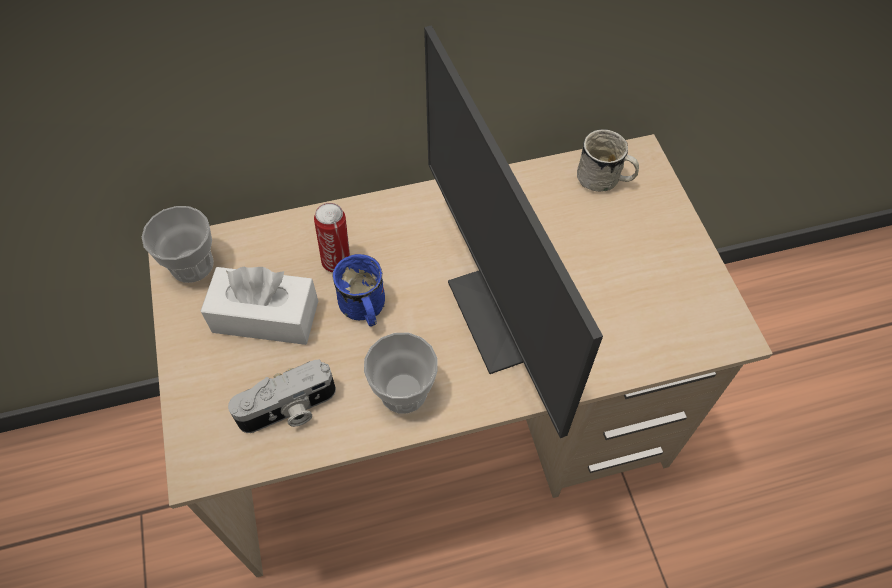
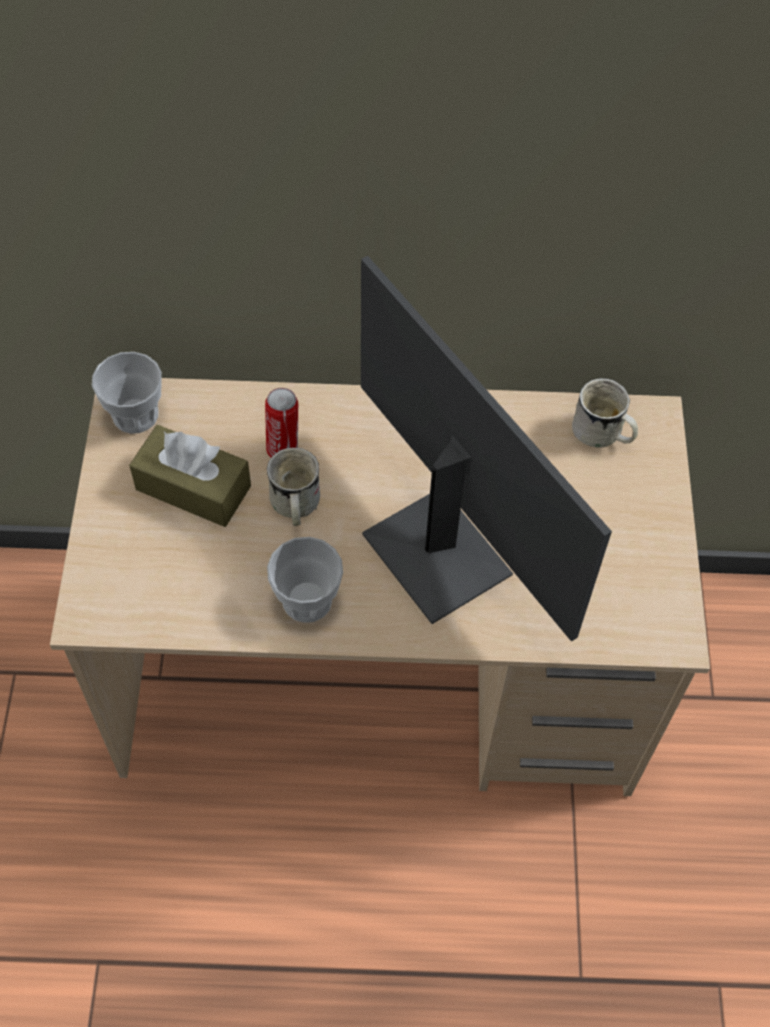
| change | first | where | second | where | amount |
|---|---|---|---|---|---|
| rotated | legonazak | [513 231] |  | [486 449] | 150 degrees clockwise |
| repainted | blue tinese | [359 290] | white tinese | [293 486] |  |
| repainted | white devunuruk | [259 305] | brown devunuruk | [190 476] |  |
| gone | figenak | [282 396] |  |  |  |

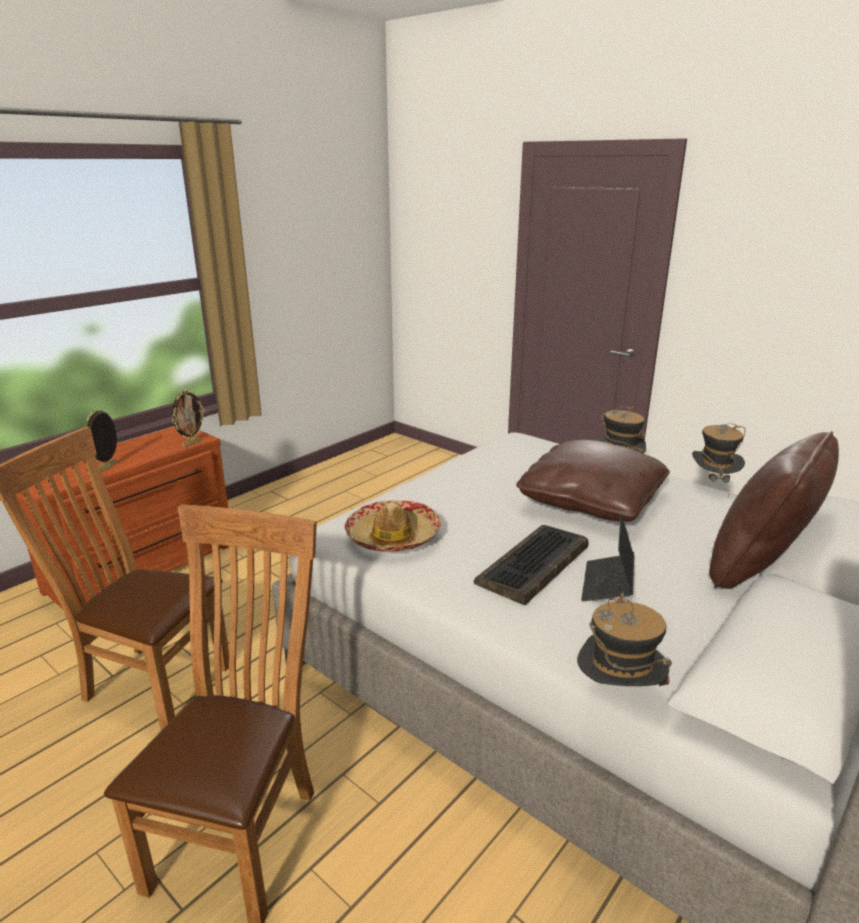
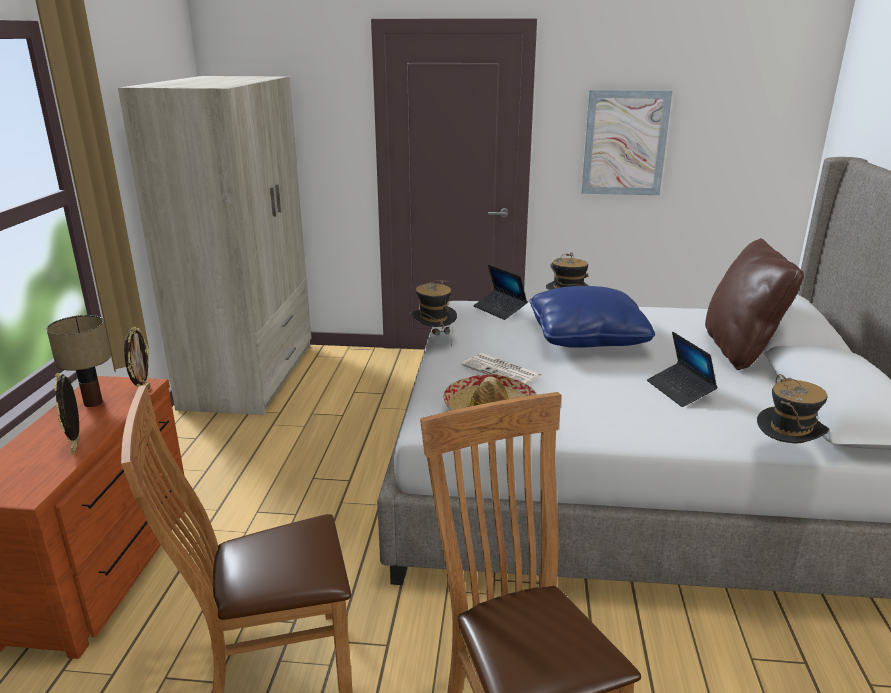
| change | first | where | second | where | amount |
|---|---|---|---|---|---|
| shifted | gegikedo | [719 460] |  | [433 313] |  |
| repainted | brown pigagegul | [593 481] | blue pigagegul | [592 317] |  |
| gone | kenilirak | [531 565] |  |  |  |
| new |  |  | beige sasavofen | [215 245] |  |
| new |  |  | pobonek | [626 142] |  |
| new |  |  | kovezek | [500 292] |  |
| new |  |  | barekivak | [78 361] |  |
| new |  |  | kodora | [502 369] |  |

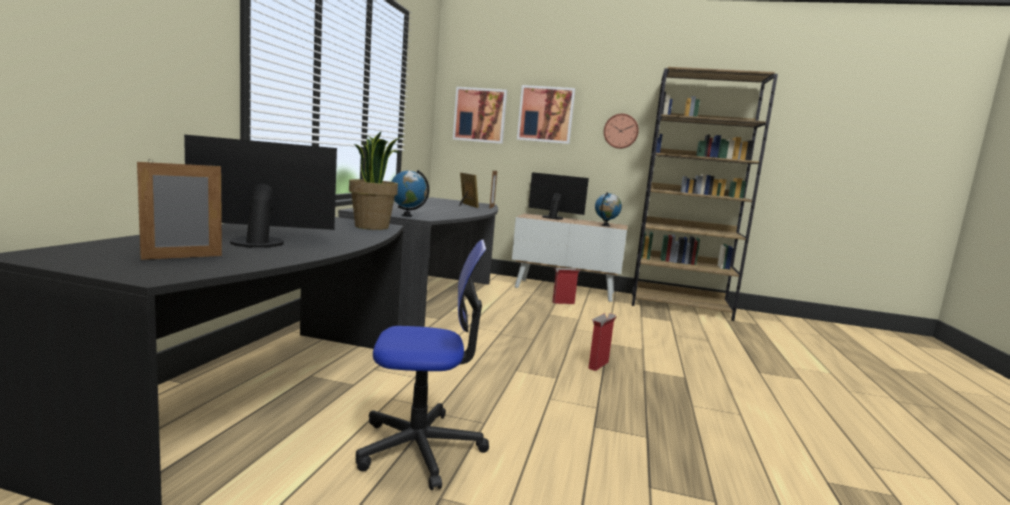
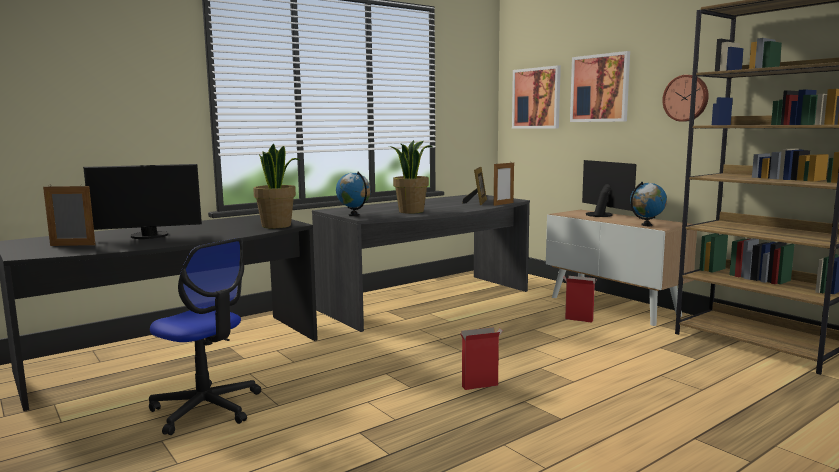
| change | first | where | second | where | amount |
|---|---|---|---|---|---|
| rotated | legonazak | [260 191] |  | [142 201] | 135 degrees clockwise |
| new |  |  | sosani | [410 177] |  |

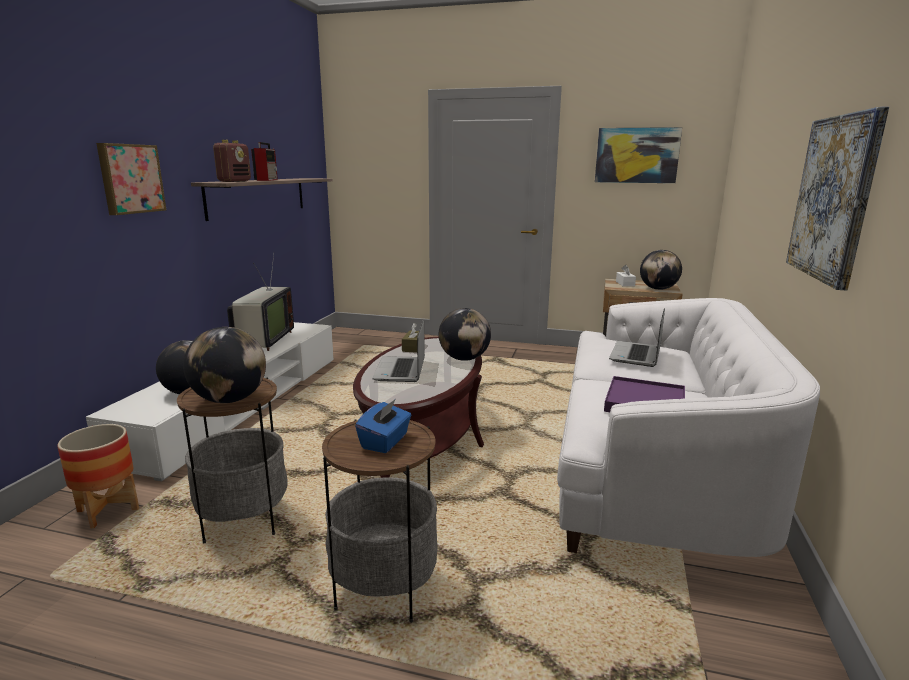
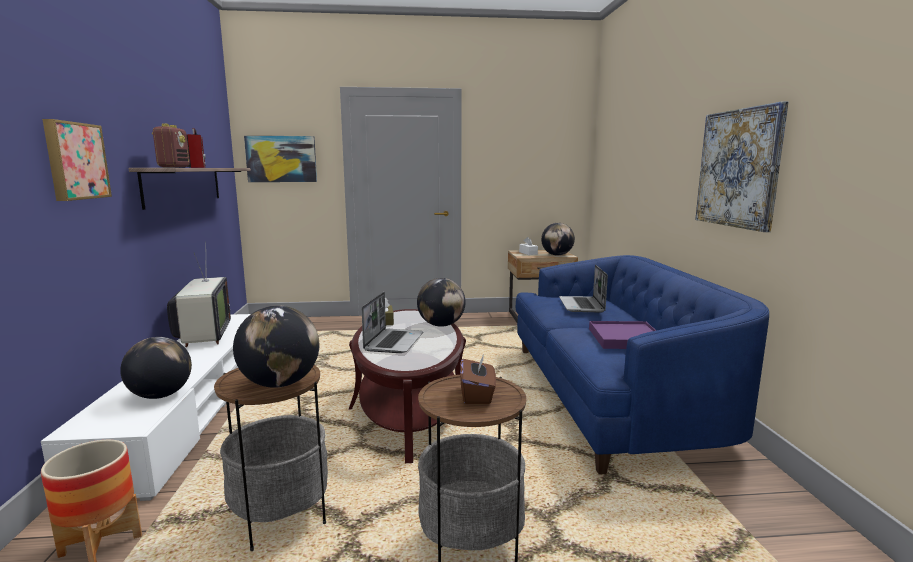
| change | first | where | second | where | amount |
|---|---|---|---|---|---|
| shifted | pobonek | [638 155] |  | [280 159] |  |
| repainted | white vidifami | [688 427] | blue vidifami | [642 365] |  |
| rotated | kovezek | [398 350] |  | [392 322] | 150 degrees counterclockwise |
| repainted | blue devunuruk | [383 426] | brown devunuruk | [478 379] |  |

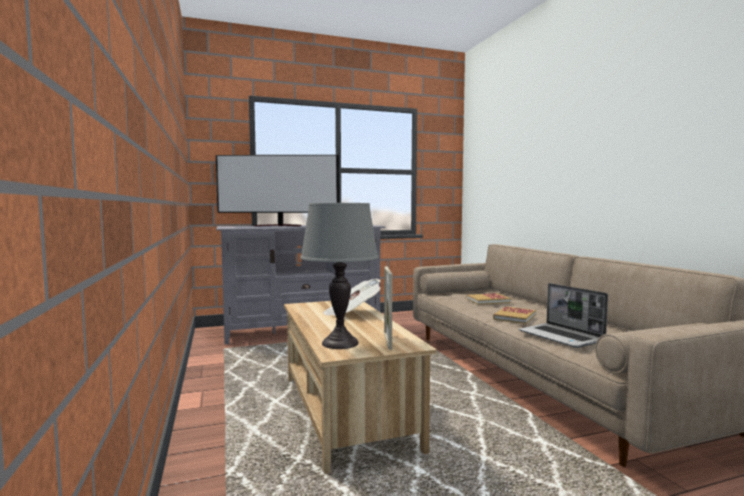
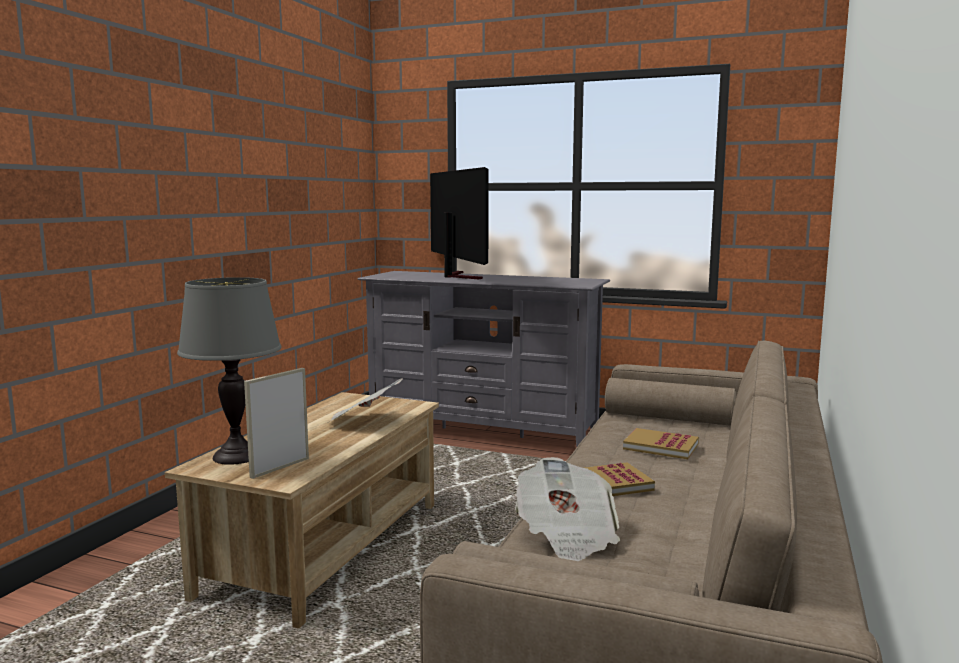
| change | first | where | second | where | amount |
|---|---|---|---|---|---|
| rotated | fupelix | [277 190] |  | [459 223] | 150 degrees counterclockwise |
| swapped | kovezek | [563 315] | kodora | [567 509] |  |

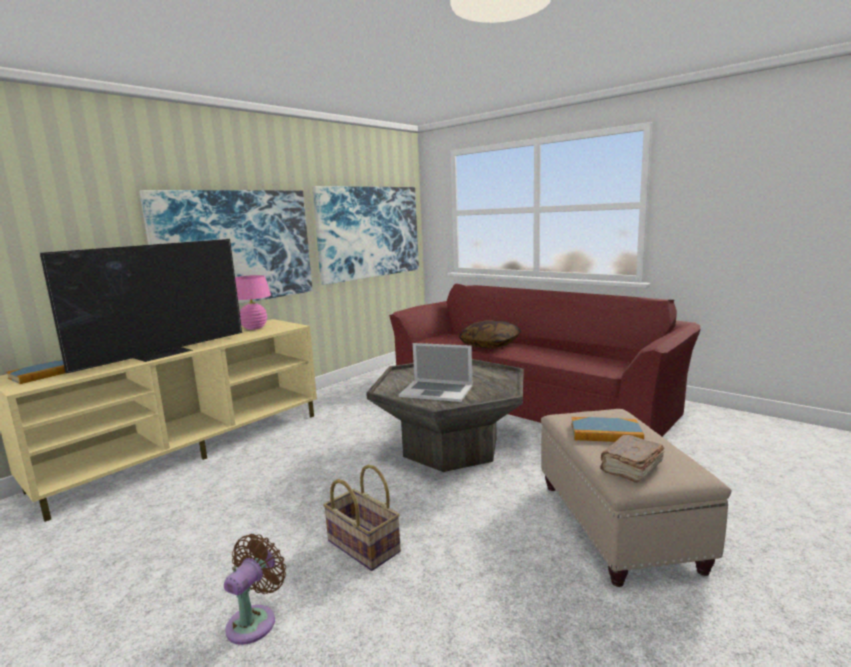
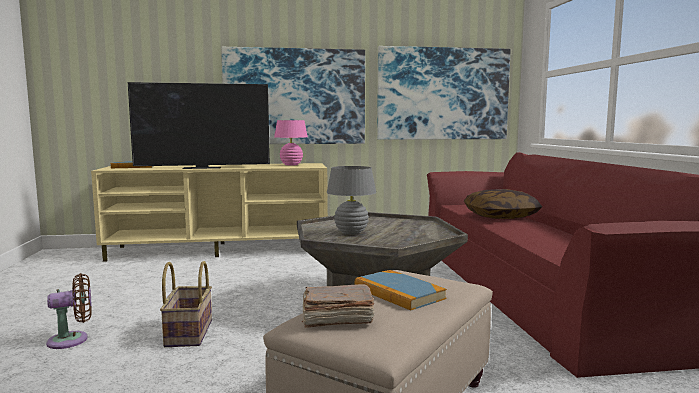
| change | first | where | second | where | amount |
|---|---|---|---|---|---|
| swapped | kovezek | [436 372] | grey barekivak | [351 200] |  |

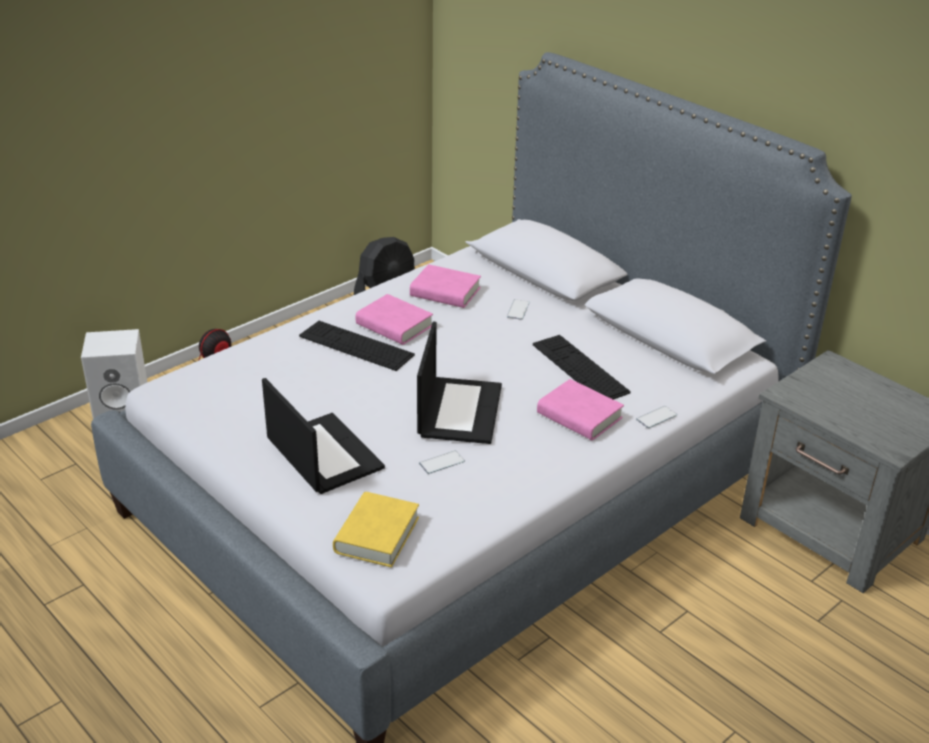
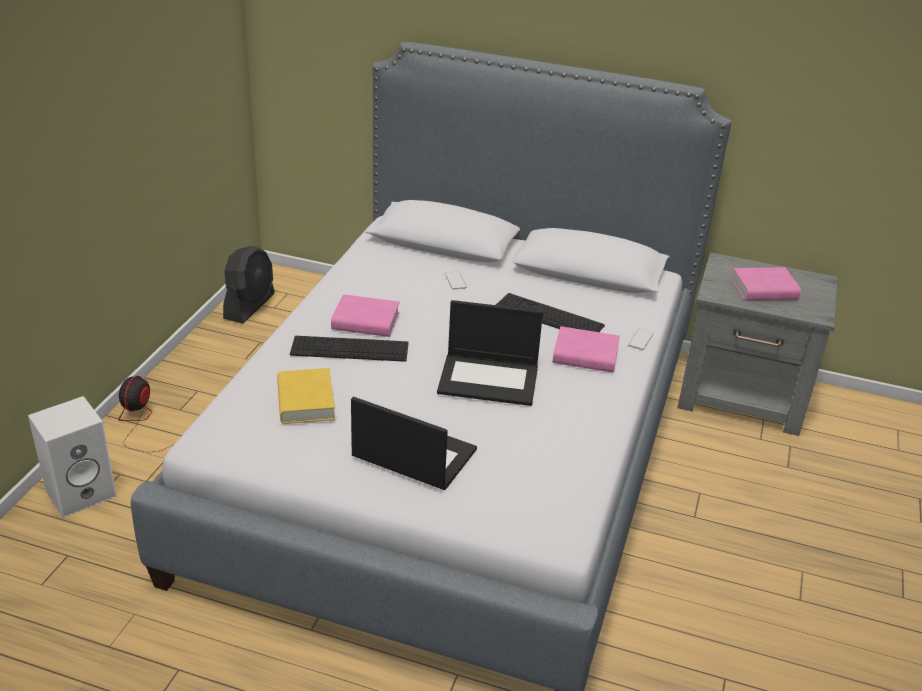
| change | first | where | second | where | amount |
|---|---|---|---|---|---|
| shifted | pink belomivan | [445 286] |  | [766 284] |  |
| rotated | kovezek | [459 383] |  | [490 353] | 120 degrees clockwise |
| gone | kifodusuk | [442 462] |  |  |  |
| shifted | yellow belomivan | [376 529] |  | [306 396] |  |

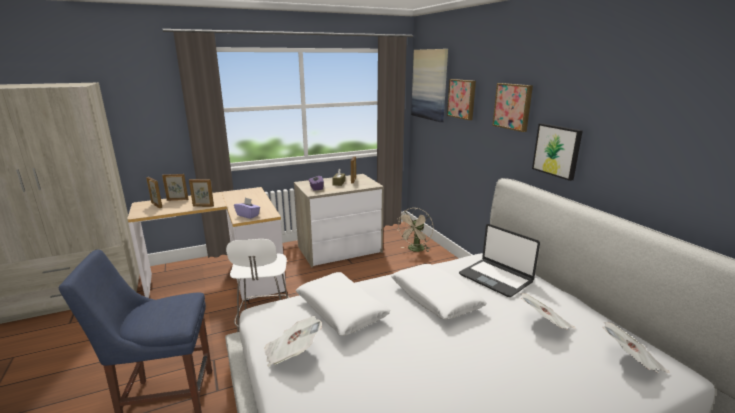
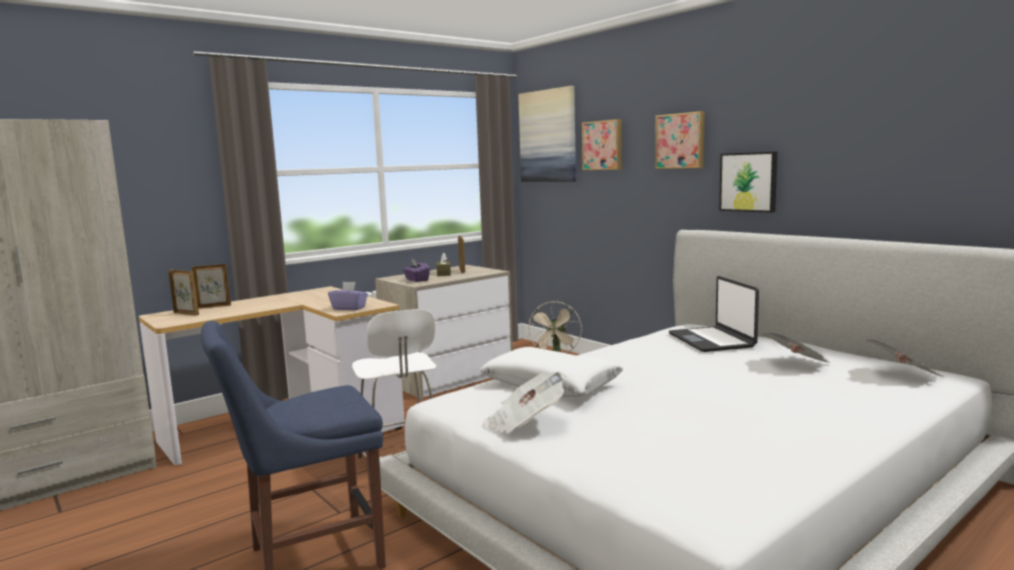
| change | first | where | second | where | amount |
|---|---|---|---|---|---|
| gone | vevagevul | [201 193] |  |  |  |
| rotated | kovezek | [499 260] |  | [714 314] | 45 degrees clockwise |
| gone | white pigagegul | [439 292] |  |  |  |

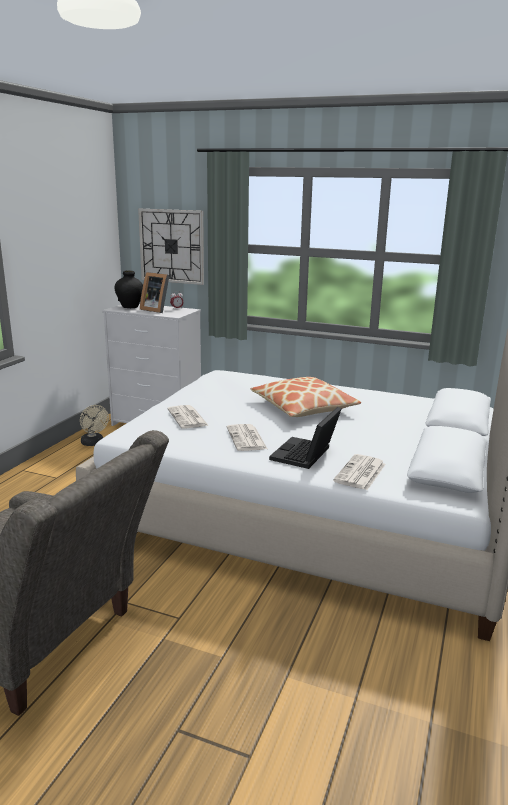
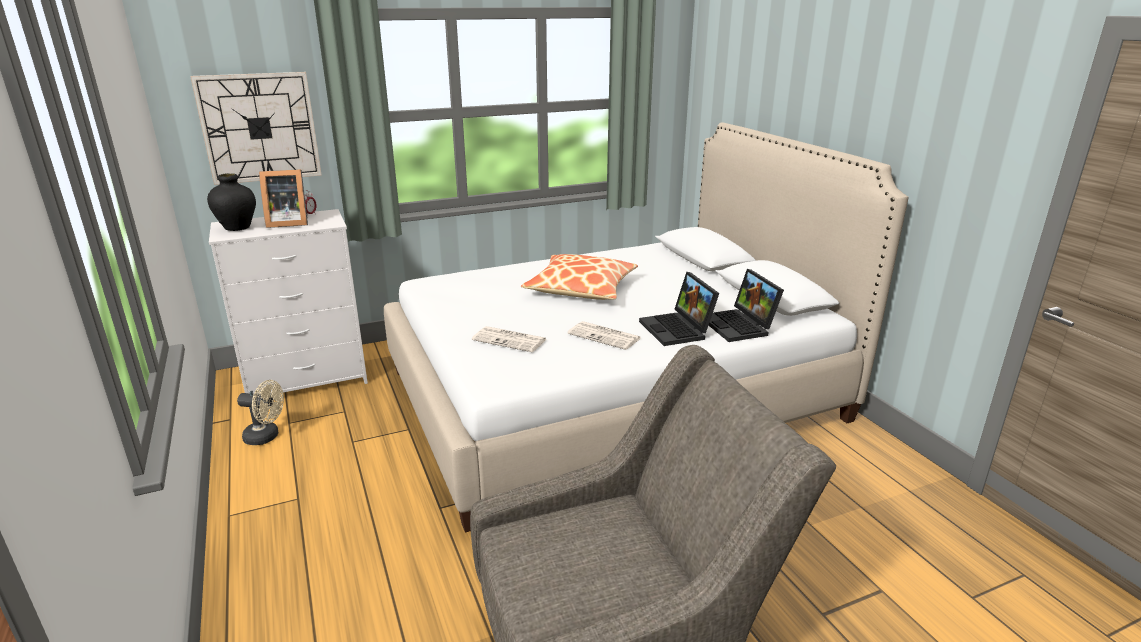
| change | first | where | second | where | amount |
|---|---|---|---|---|---|
| swapped | kodora | [359 472] | kovezek | [746 305] |  |

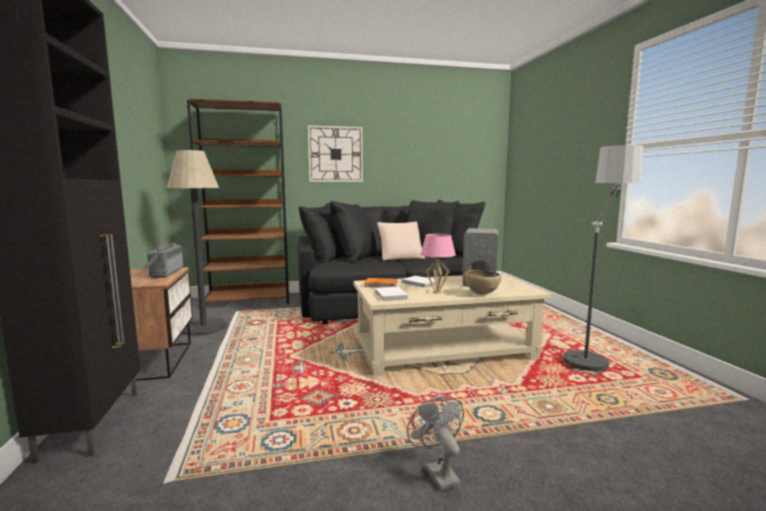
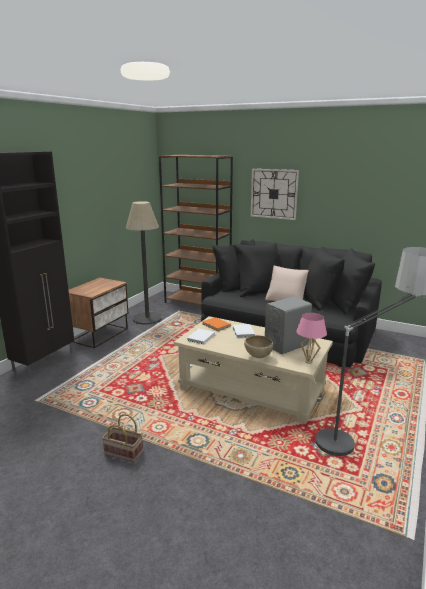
| change | first | where | second | where | amount |
|---|---|---|---|---|---|
| shifted | pink barekivak | [438 264] |  | [311 338] |  |
| gone | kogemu | [163 260] |  |  |  |
| swapped | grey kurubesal | [435 443] | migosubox | [122 438] |  |

